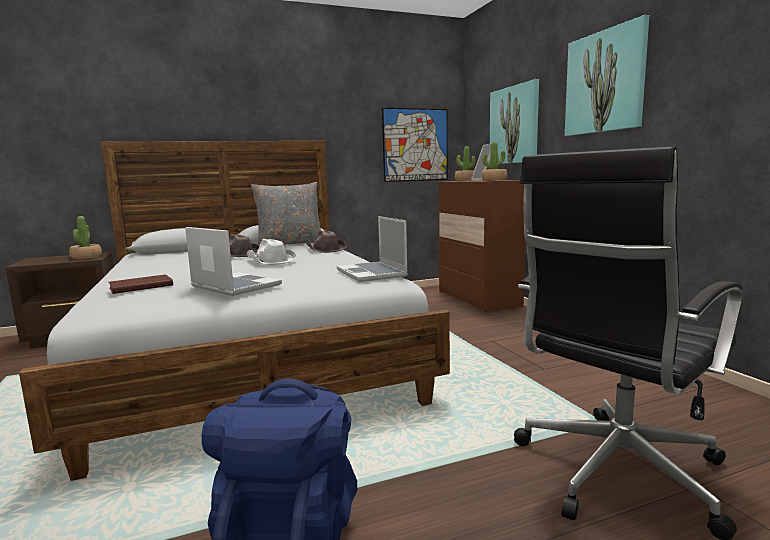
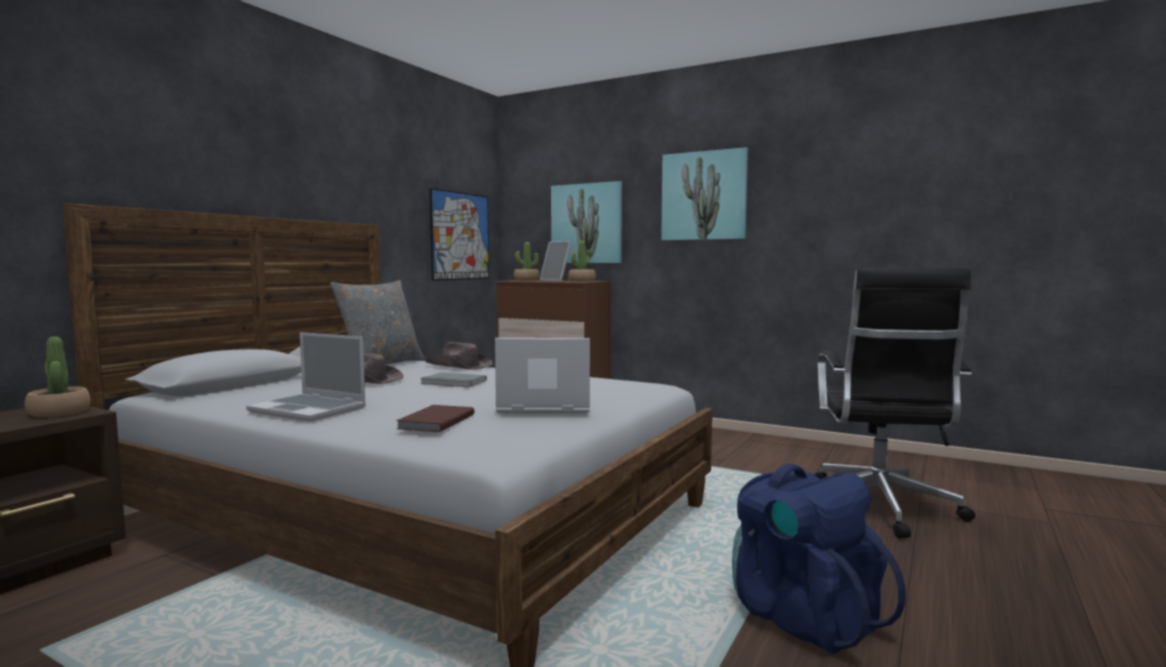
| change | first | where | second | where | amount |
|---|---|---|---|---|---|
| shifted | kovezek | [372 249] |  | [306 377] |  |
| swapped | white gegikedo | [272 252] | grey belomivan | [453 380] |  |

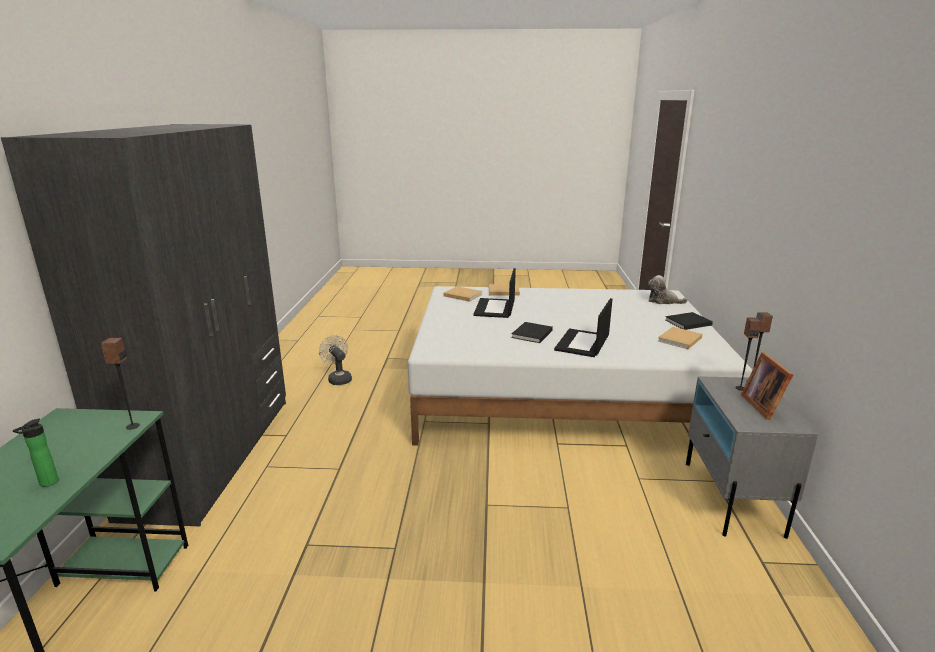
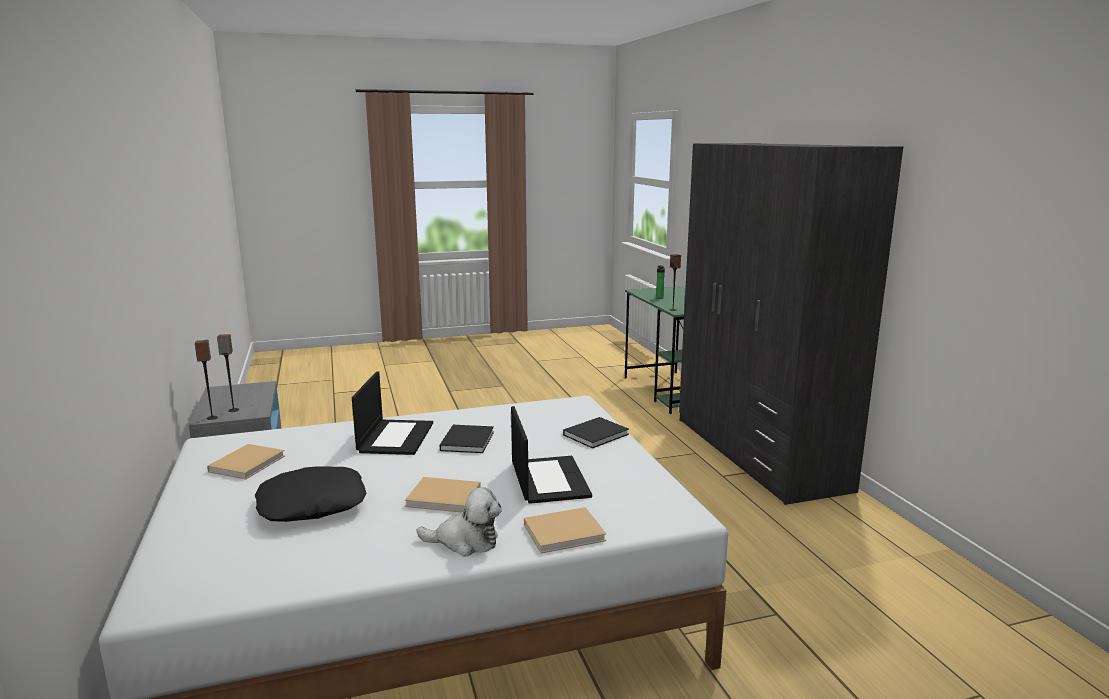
| change | first | where | second | where | amount |
|---|---|---|---|---|---|
| shifted | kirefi | [668 289] |  | [458 521] |  |
| shifted | beige belomivan | [462 294] |  | [443 495] |  |
| shifted | black belomivan | [689 321] |  | [596 432] |  |
| gone | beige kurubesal | [335 360] |  |  |  |
| gone | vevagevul | [767 386] |  |  |  |
| new |  |  | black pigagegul | [311 494] |  |

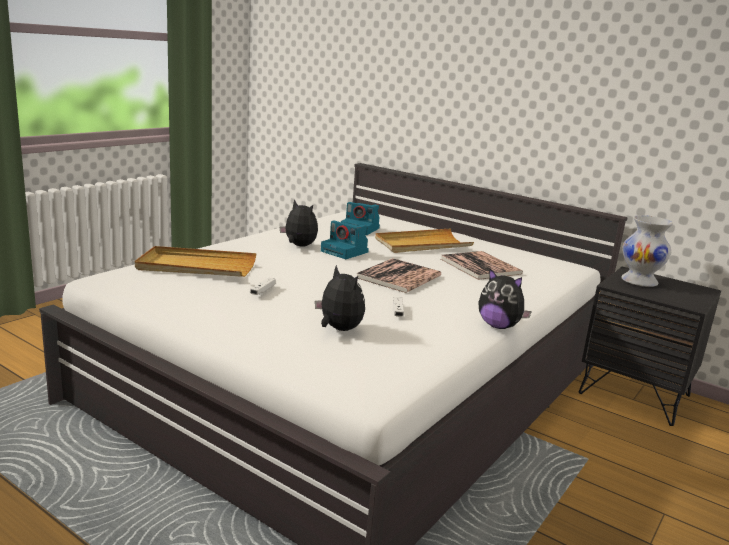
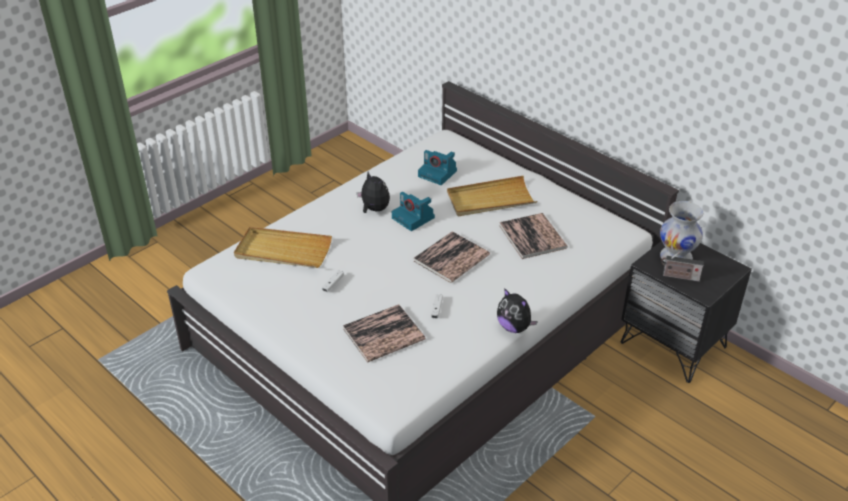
| change | first | where | second | where | amount |
|---|---|---|---|---|---|
| swapped | kirefi | [340 298] | belomivan | [384 333] |  |
| new |  |  | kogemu | [682 266] |  |

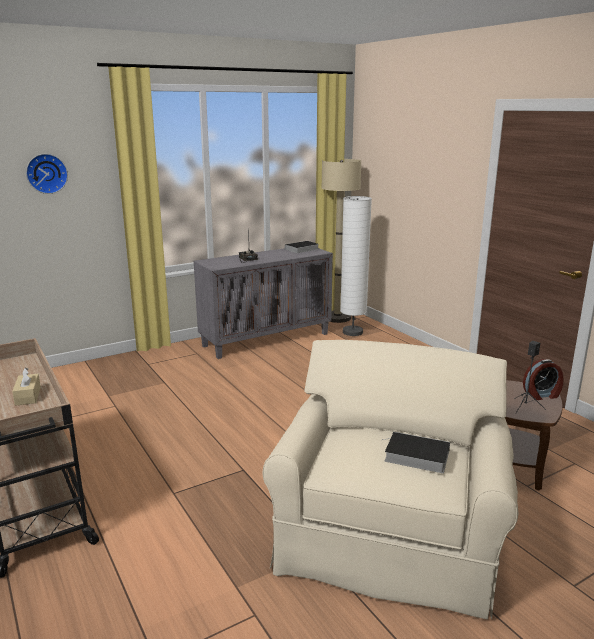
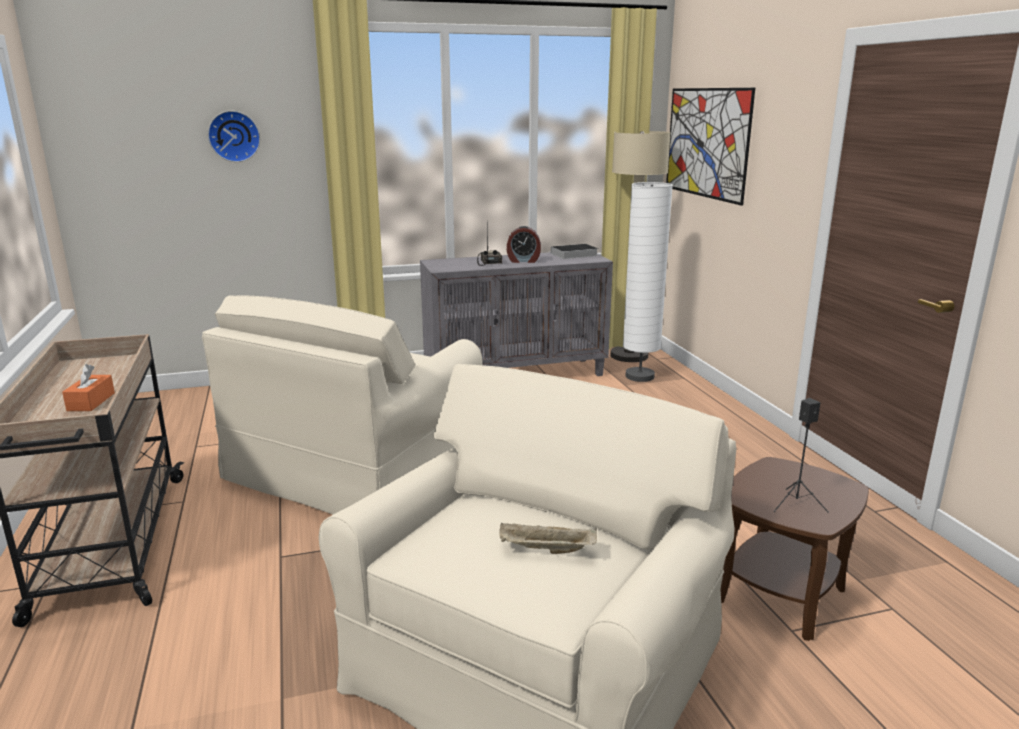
| change | first | where | second | where | amount |
|---|---|---|---|---|---|
| shifted | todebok | [543 379] |  | [524 244] |  |
| repainted | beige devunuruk | [26 387] | orange devunuruk | [88 387] |  |
| swapped | belomivan | [416 452] | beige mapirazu | [548 538] |  |
| new |  |  | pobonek | [710 147] |  |
| new |  |  | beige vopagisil | [342 404] |  |

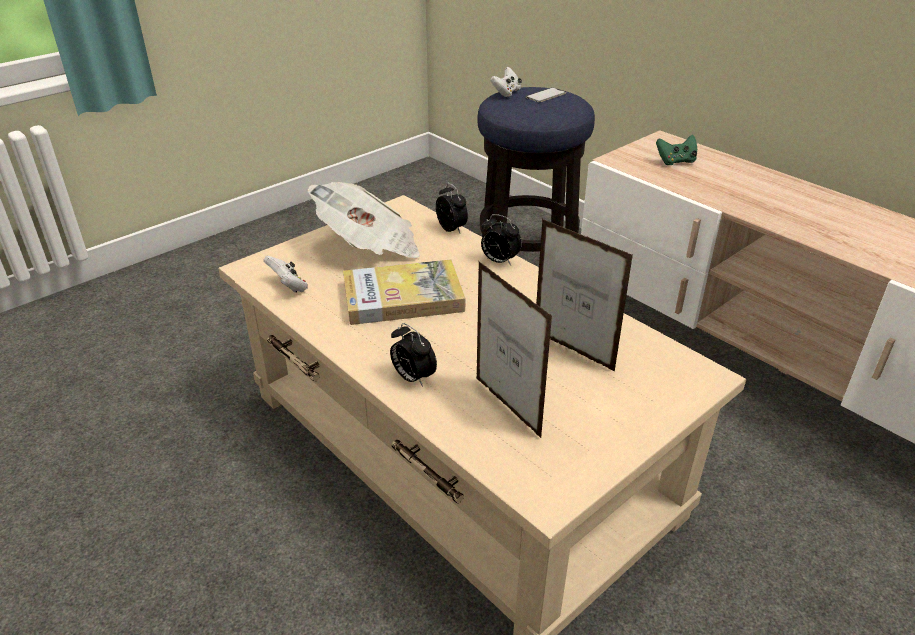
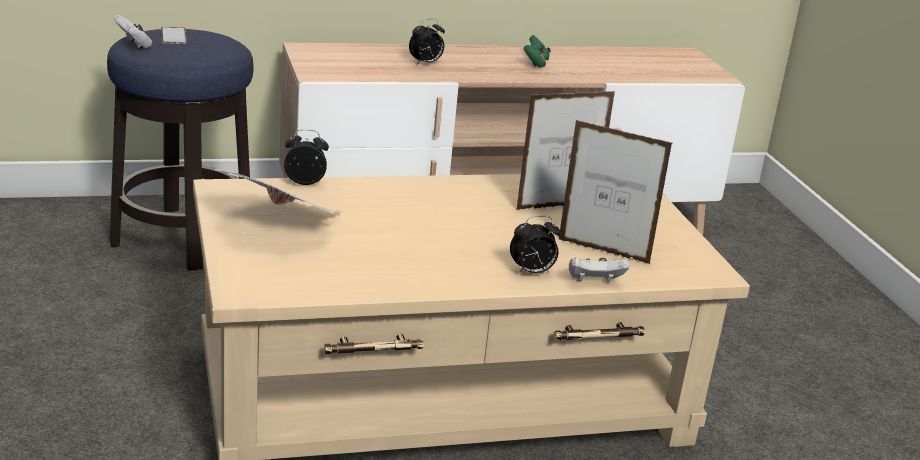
| change | first | where | second | where | amount |
|---|---|---|---|---|---|
| shifted | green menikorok | [676 150] |  | [537 51] |  |
| shifted | todebok | [501 239] |  | [427 41] |  |
| shifted | white menikorok | [285 274] |  | [599 269] |  |
| gone | belomivan | [404 292] |  |  |  |
| rotated | vevagevul | [514 349] |  | [615 192] | 150 degrees counterclockwise |

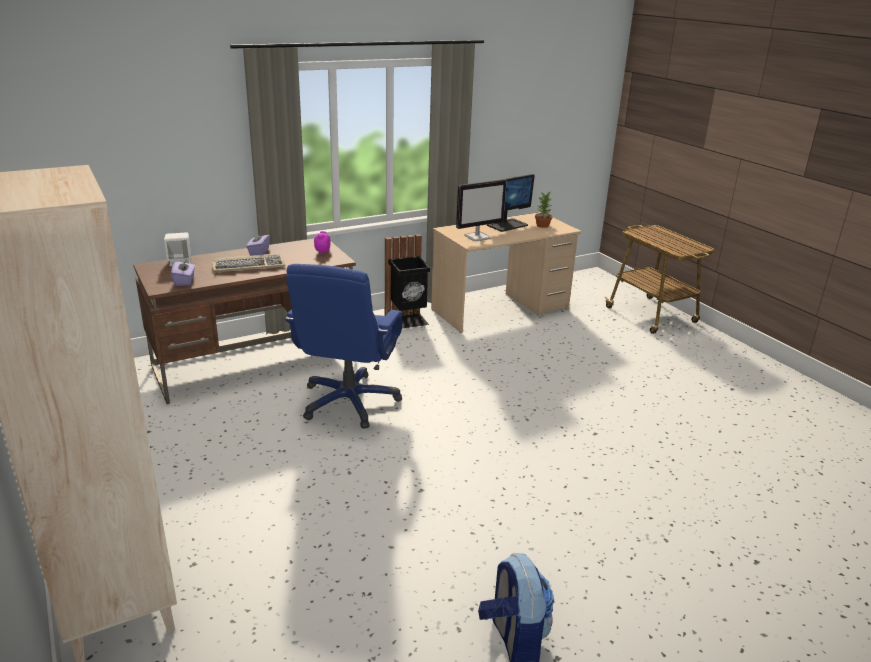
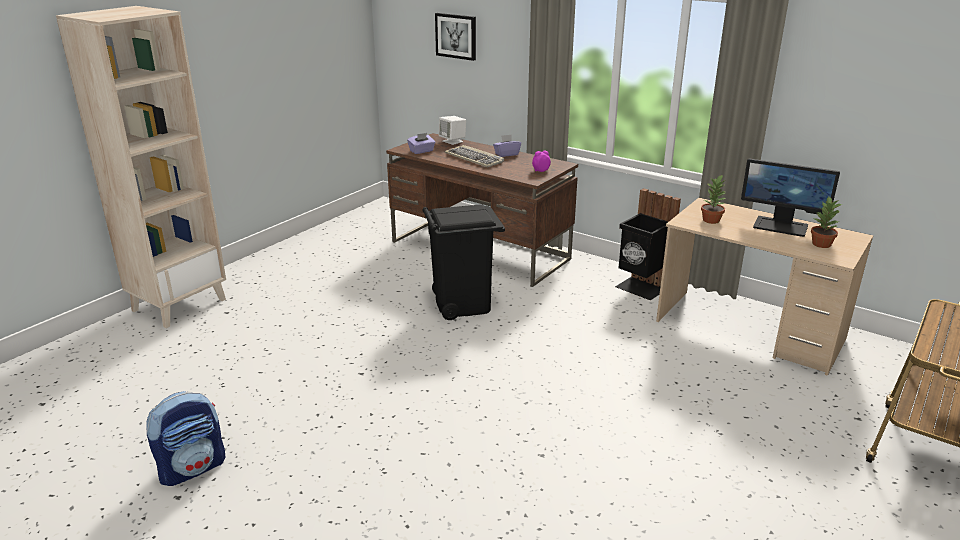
| change | first | where | second | where | amount |
|---|---|---|---|---|---|
| swapped | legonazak | [481 210] | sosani | [713 199] |  |
| swapped | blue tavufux | [344 346] | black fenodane | [463 262] |  |
| new |  |  | pobonek | [455 37] |  |

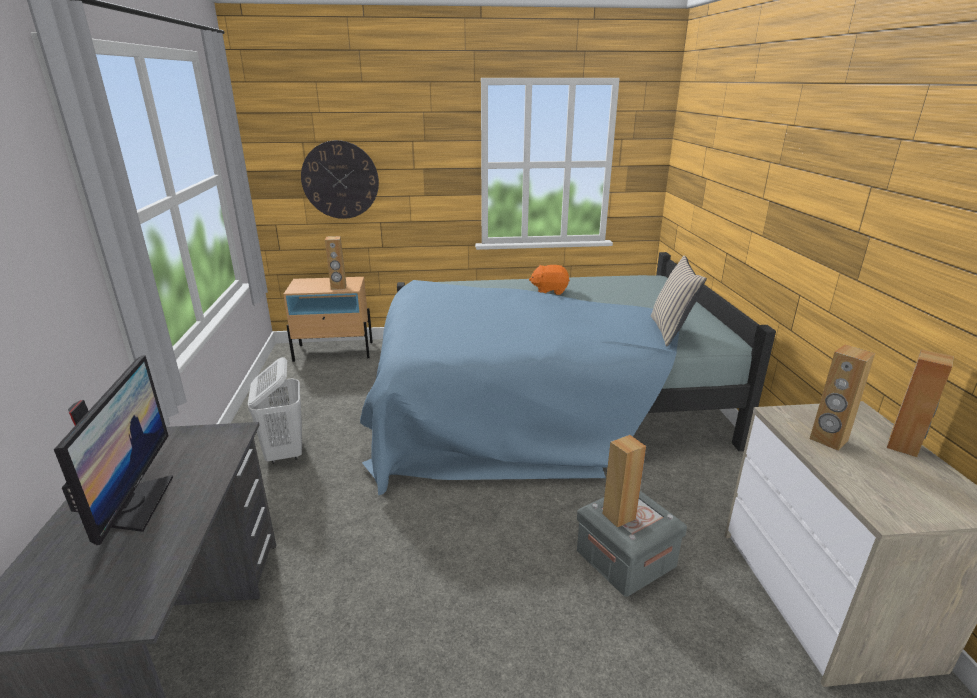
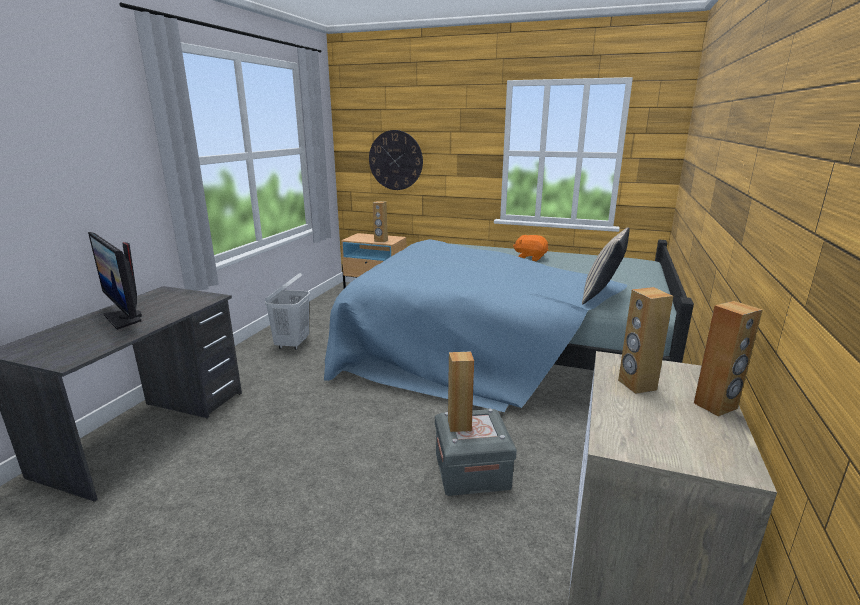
| change | first | where | second | where | amount |
|---|---|---|---|---|---|
| rotated | legonazak | [113 450] |  | [115 281] | 120 degrees clockwise |

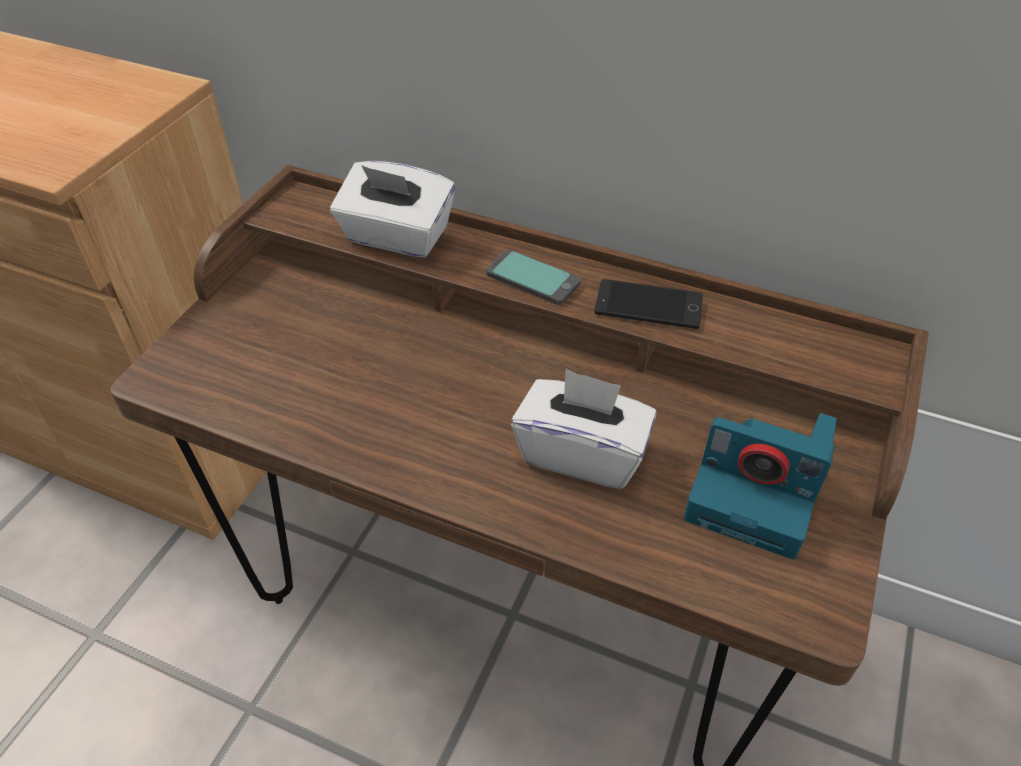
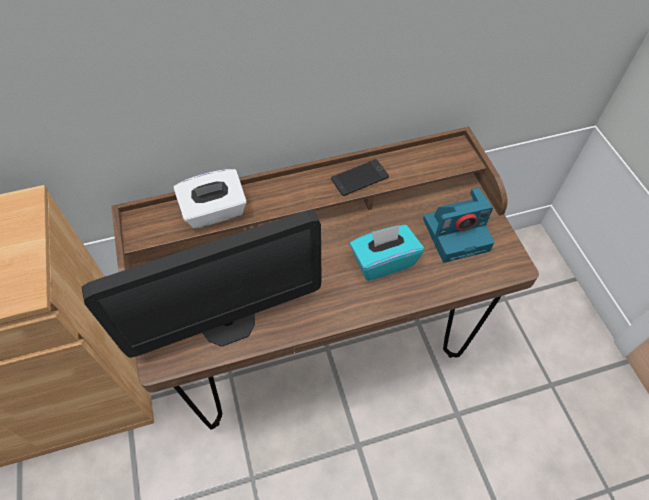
| change | first | where | second | where | amount |
|---|---|---|---|---|---|
| gone | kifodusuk | [533 277] |  |  |  |
| repainted | white devunuruk | [583 429] | turquoise devunuruk | [387 253] |  |
| new |  |  | legonazak | [201 284] |  |

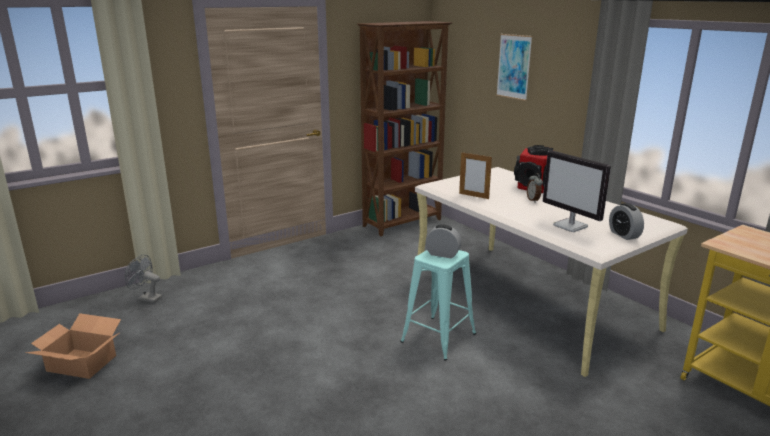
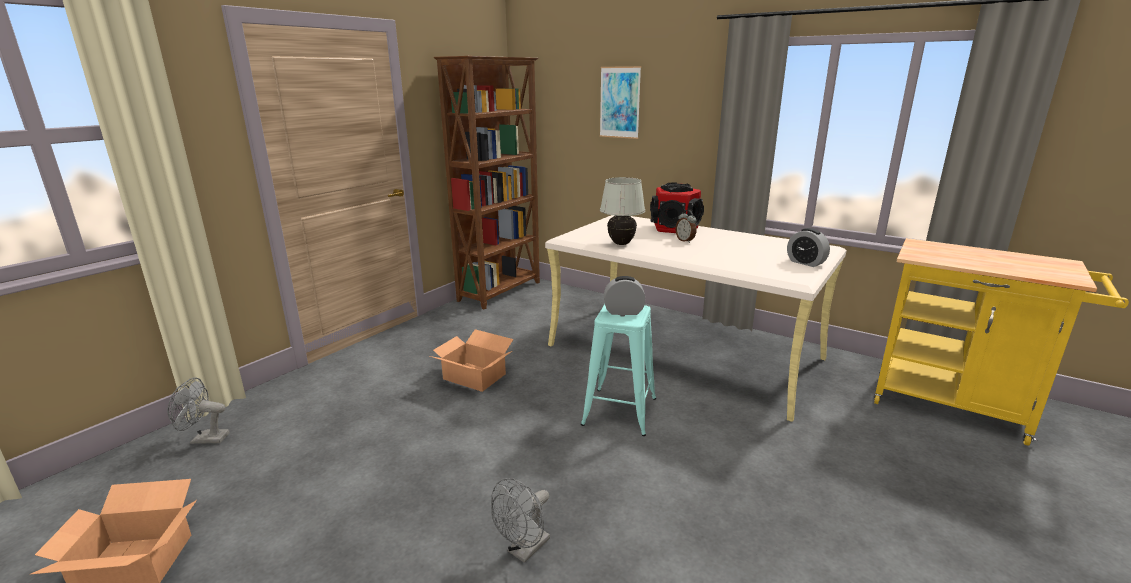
| change | first | where | second | where | amount |
|---|---|---|---|---|---|
| gone | legonazak | [577 191] |  |  |  |
| swapped | vevagevul | [475 175] | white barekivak | [622 211] |  |
| new |  |  | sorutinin | [472 360] |  |
| new |  |  | grey kurubesal | [520 520] |  |

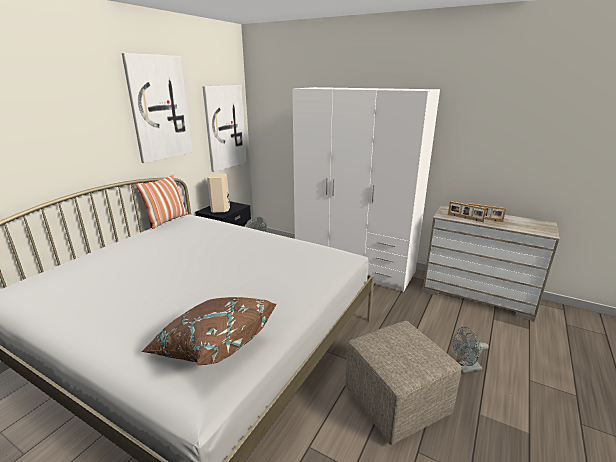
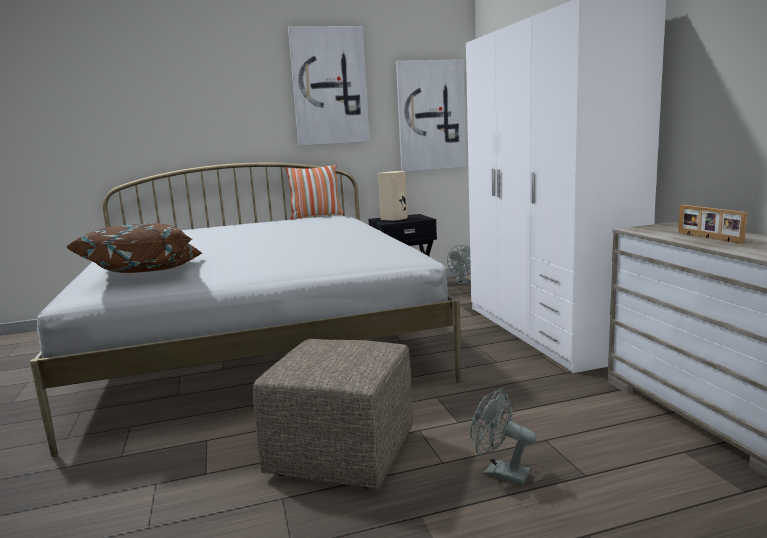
| change | first | where | second | where | amount |
|---|---|---|---|---|---|
| gone | vevagevul | [467 211] |  |  |  |

